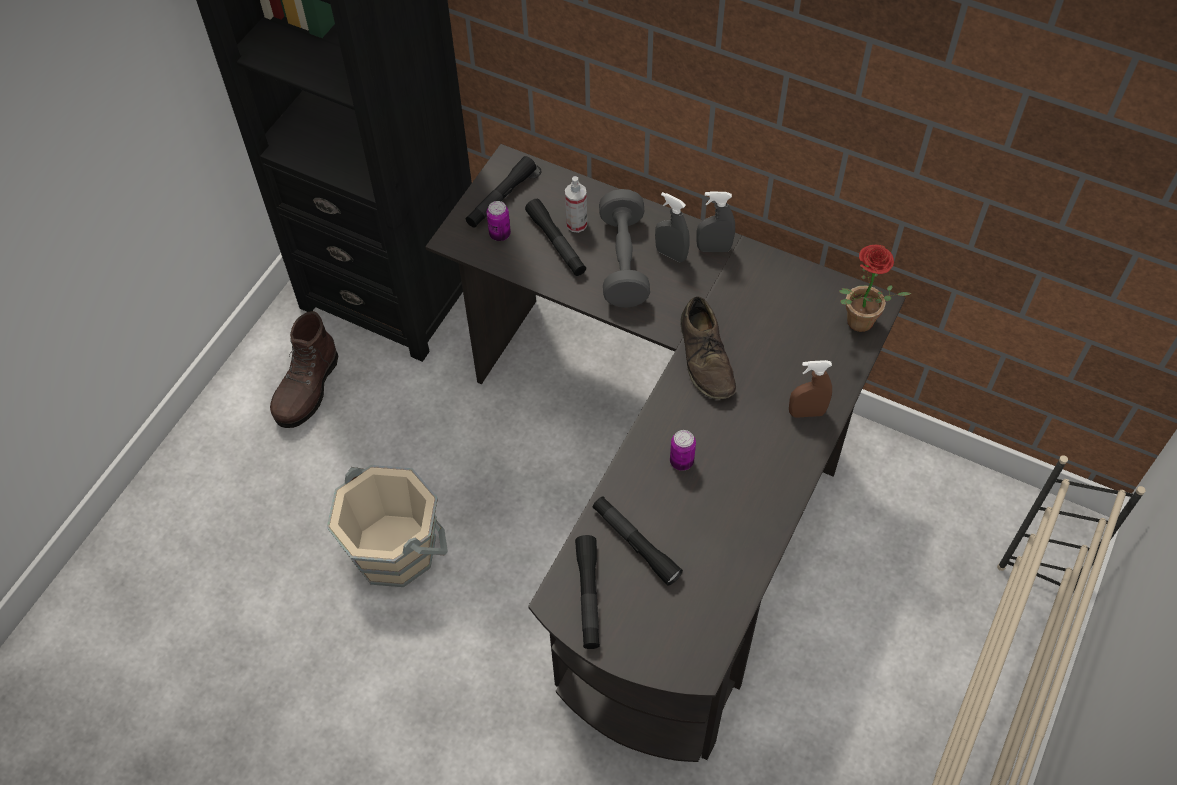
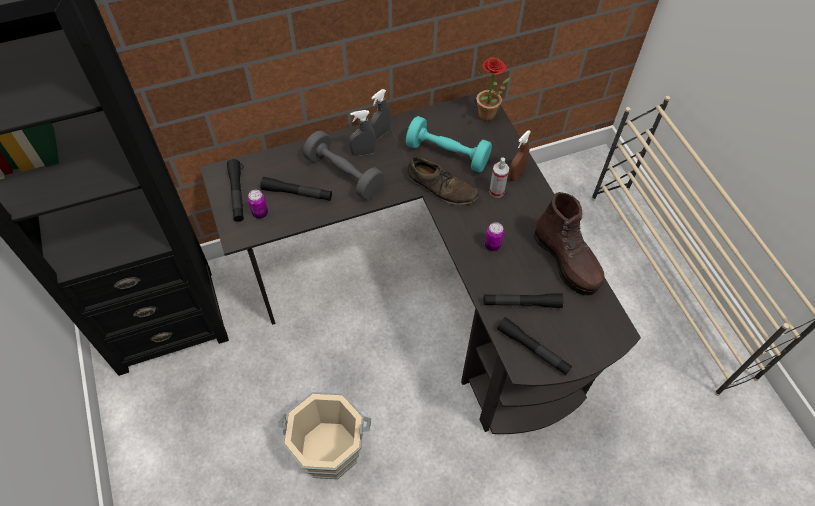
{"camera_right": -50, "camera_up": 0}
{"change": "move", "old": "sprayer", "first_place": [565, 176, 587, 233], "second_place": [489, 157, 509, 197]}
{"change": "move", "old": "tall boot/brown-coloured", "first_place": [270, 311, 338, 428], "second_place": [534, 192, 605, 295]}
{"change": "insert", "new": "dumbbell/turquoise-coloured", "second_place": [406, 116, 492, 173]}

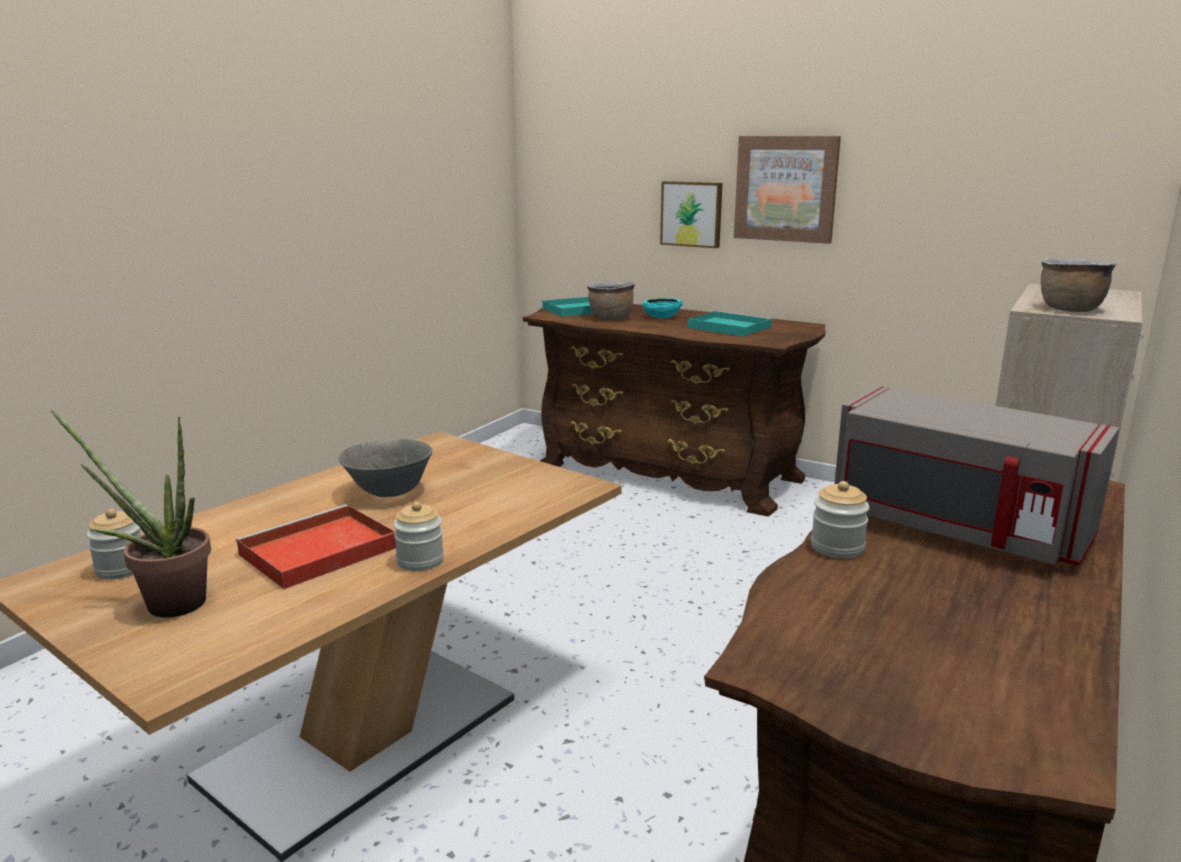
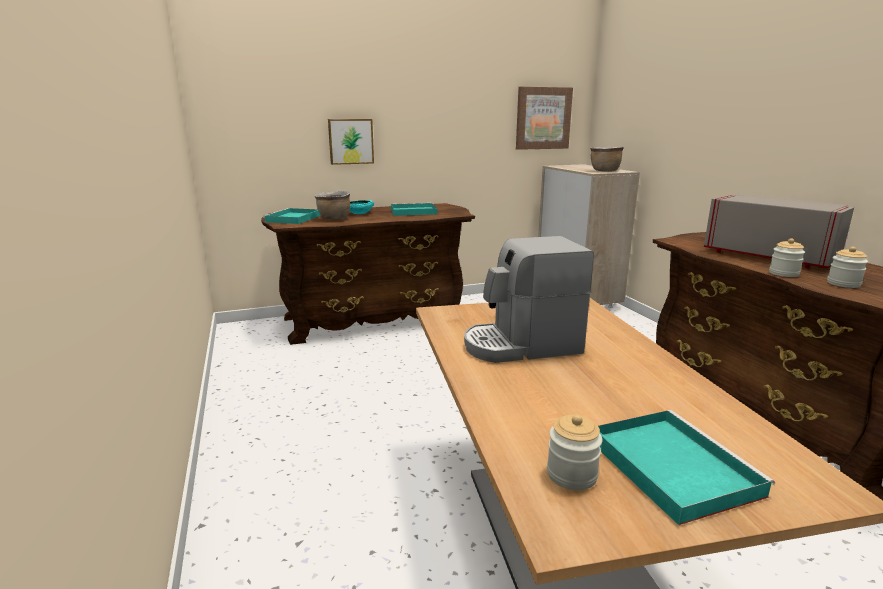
{"camera_right": -50, "camera_up": 0}
{"change": "move", "old": "wall picture", "first_place": [734, 136, 841, 244], "second_place": [516, 87, 573, 150]}
{"change": "rotate", "old": "microwave oven/gray", "first_place": [835, 385, 1119, 566], "second_place": [704, 195, 854, 269], "degrees": -120}
{"change": "replace", "old": "potted plant", "new": "tray/turquoise-coloured", "first_place": [51, 411, 211, 618], "second_place": [598, 410, 775, 525]}
{"change": "replace", "old": "deep dish/gray", "new": "coffee brewer", "first_place": [339, 439, 432, 497], "second_place": [464, 236, 594, 363]}
{"change": "move", "old": "preserve jar", "first_place": [393, 502, 444, 571], "second_place": [827, 247, 868, 288]}
{"change": "delete", "old": "tray/red", "first_place": [236, 504, 396, 589]}

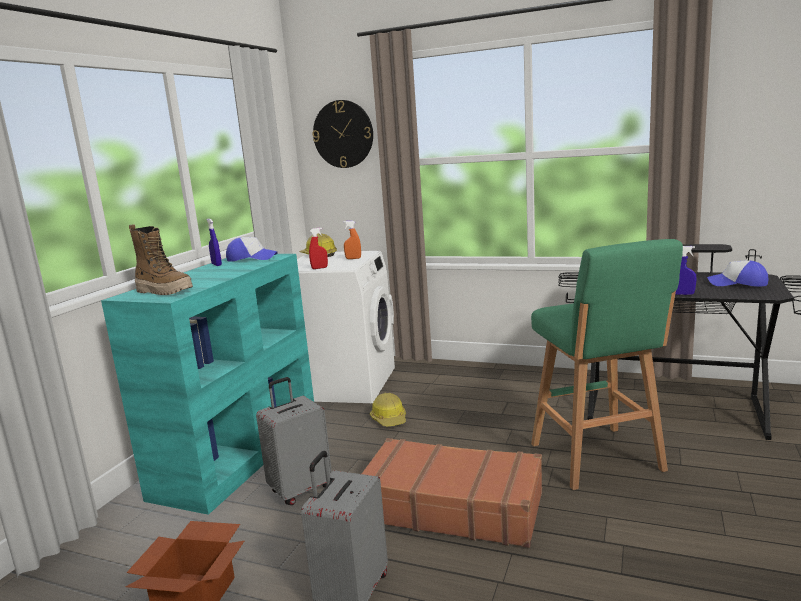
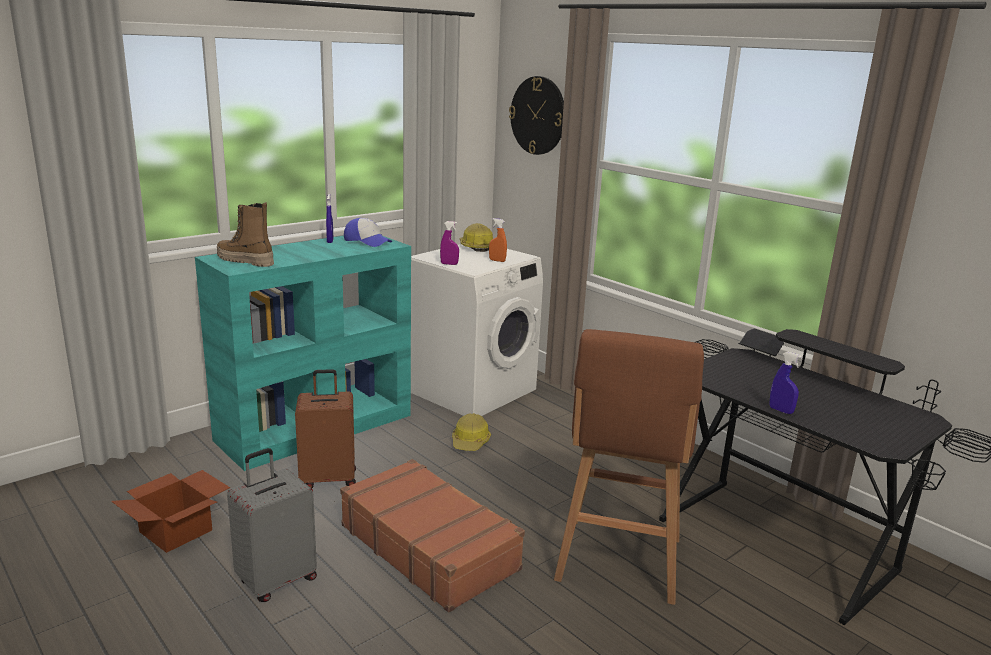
{"camera_right": 25, "camera_up": 5}
{"change": "rotate", "old": "tall boot", "first_place": [129, 224, 193, 295], "second_place": [217, 202, 274, 267], "degrees": 150}
{"change": "recolor", "old": "sprayer/red", "new": "sprayer/purplish", "first_place": [309, 228, 328, 269], "second_place": [440, 221, 459, 265]}
{"change": "recolor", "old": "stool/green", "new": "stool/brown-coloured", "first_place": [531, 239, 683, 490], "second_place": [554, 329, 704, 605]}
{"change": "delete", "old": "baseball cap", "first_place": [707, 260, 769, 287]}
{"change": "recolor", "old": "travel case/gray", "new": "travel case/brown-coloured", "first_place": [256, 377, 332, 505], "second_place": [295, 369, 356, 489]}

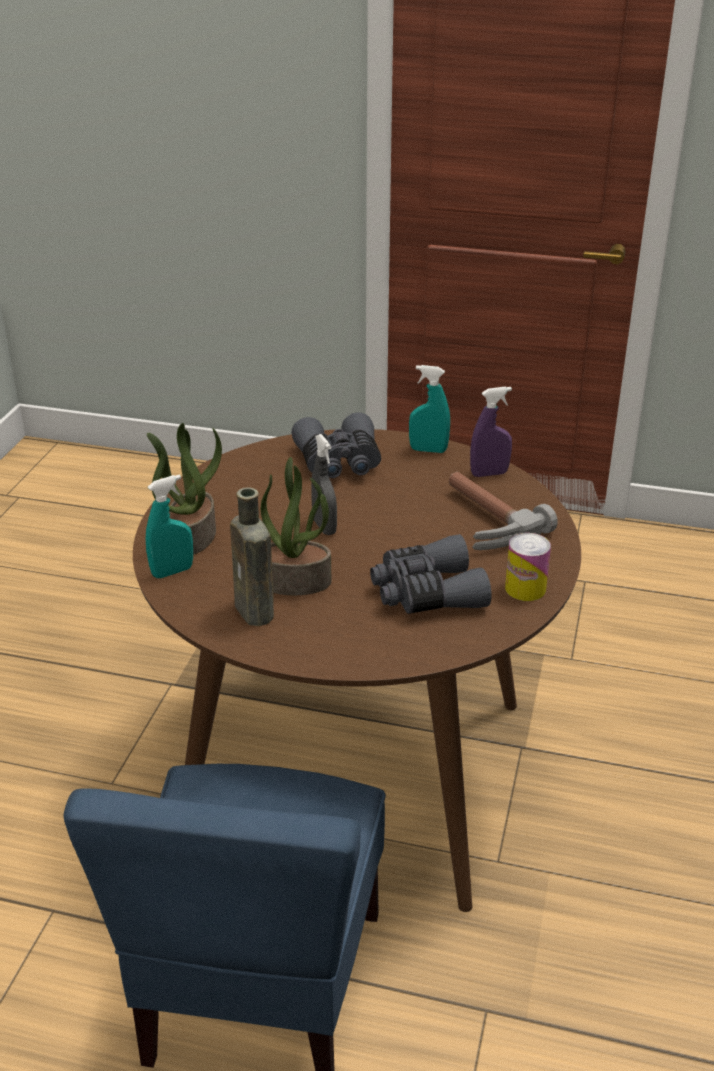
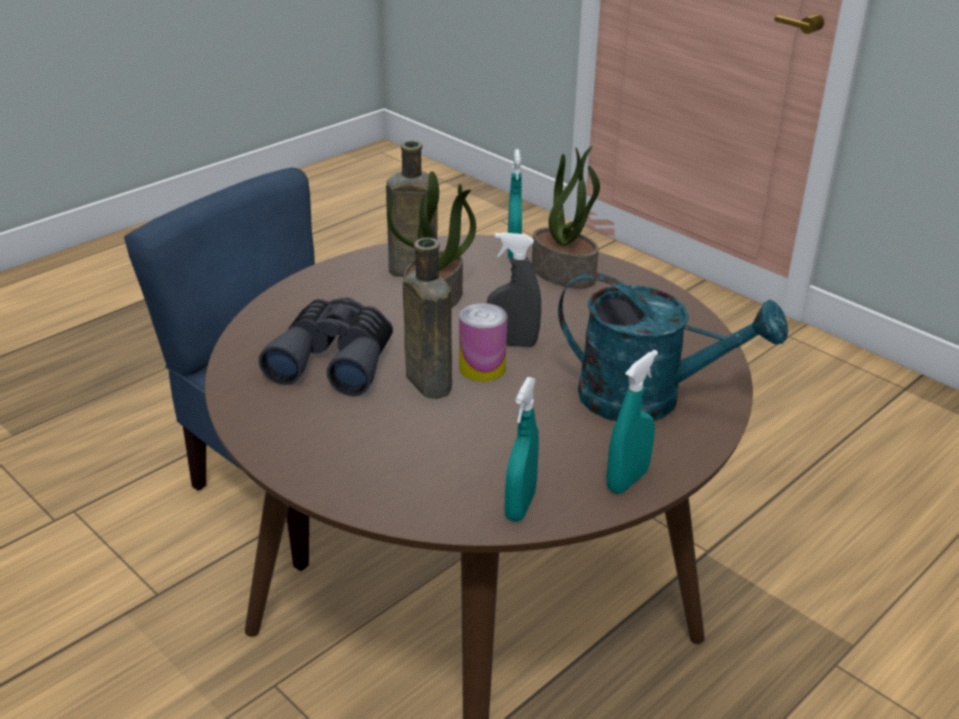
{"camera_right": 120, "camera_up": 0}
{"change": "recolor", "old": "sprayer/purplish", "new": "sprayer/turquoise-coloured", "first_place": [470, 386, 512, 477], "second_place": [505, 377, 539, 522]}
{"change": "replace", "old": "field glasses/gray", "new": "watering can/turquoise-coloured", "first_place": [291, 412, 381, 478], "second_place": [558, 272, 788, 421]}
{"change": "delete", "old": "hand hammer", "first_place": [449, 472, 558, 550]}
{"change": "move", "old": "metal can", "first_place": [505, 533, 551, 601], "second_place": [459, 303, 507, 382]}
{"change": "insert", "new": "beverage bottle/brown-coloured", "second_place": [403, 238, 452, 399]}

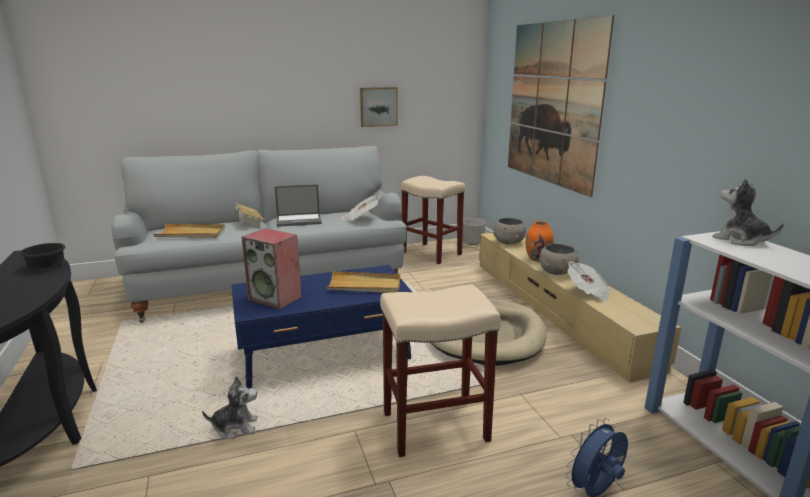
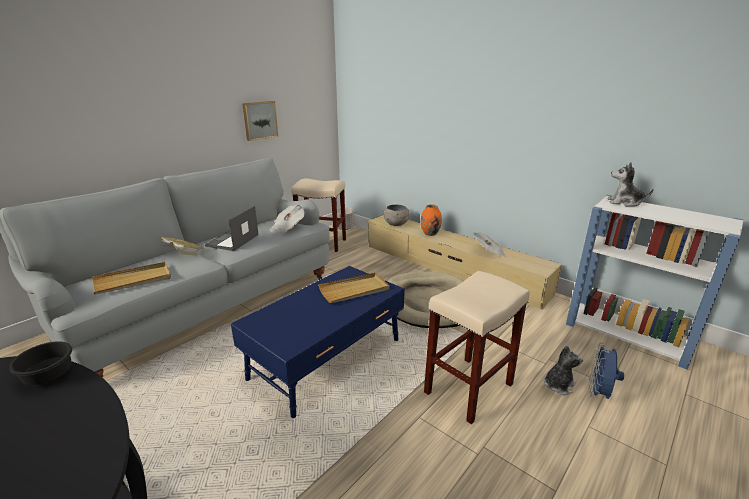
{"camera_right": -30, "camera_up": 5}
{"change": "delete", "old": "wall picture", "first_place": [508, 15, 614, 197]}
{"change": "rotate", "old": "notebook computer", "first_place": [275, 185, 322, 227], "second_place": [205, 206, 259, 251], "degrees": 150}
{"change": "delete", "old": "audio speaker", "first_place": [242, 228, 302, 309]}
{"change": "delete", "old": "deep dish/gray", "first_place": [539, 244, 578, 275]}
{"change": "move", "old": "soft toy", "first_place": [202, 376, 257, 439], "second_place": [543, 346, 583, 395]}

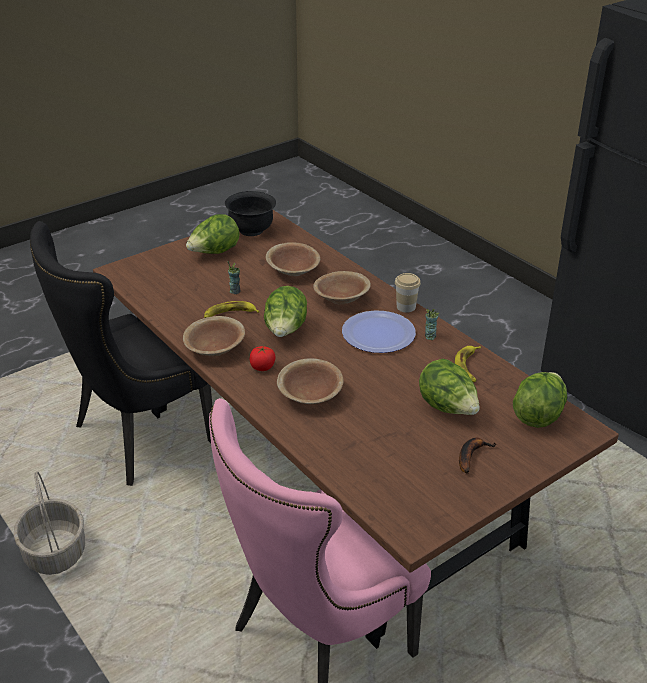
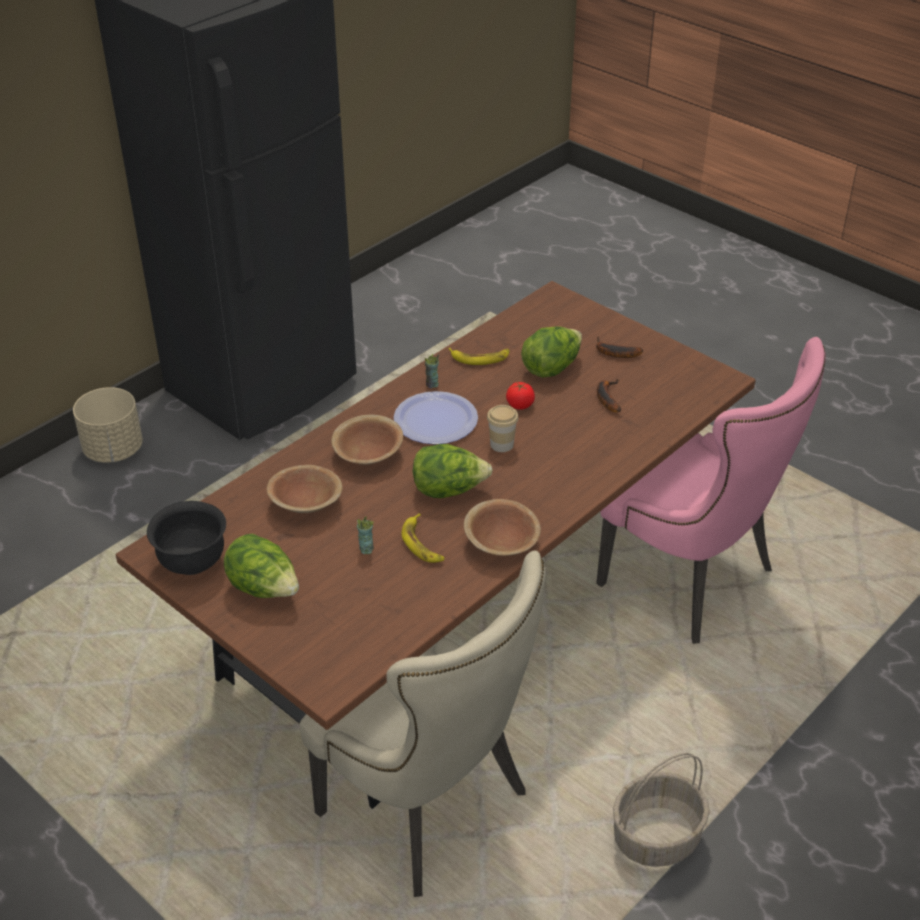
{"camera_right": -100, "camera_up": 5}
{"change": "recolor", "old": "upright chair/black-coloured", "new": "upright chair/beige-coloured", "first_place": [30, 221, 212, 486], "second_place": [300, 550, 546, 897]}
{"change": "move", "old": "cup", "first_place": [395, 273, 421, 313], "second_place": [487, 405, 518, 452]}
{"change": "move", "old": "tomato", "first_place": [250, 345, 276, 371], "second_place": [506, 382, 535, 410]}
{"change": "delete", "old": "deep dish/brown-coloured", "first_place": [277, 358, 343, 404]}
{"change": "delete", "old": "head of lettuce", "first_place": [513, 372, 567, 428]}
{"change": "insert", "new": "banana fruit", "second_place": [597, 379, 621, 412]}
{"change": "insert", "new": "planter/beige-coloured", "second_place": [73, 387, 143, 463]}

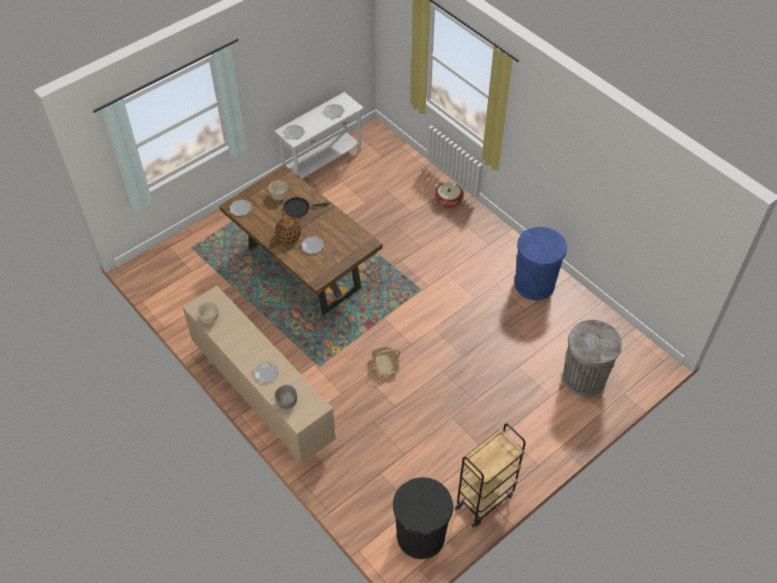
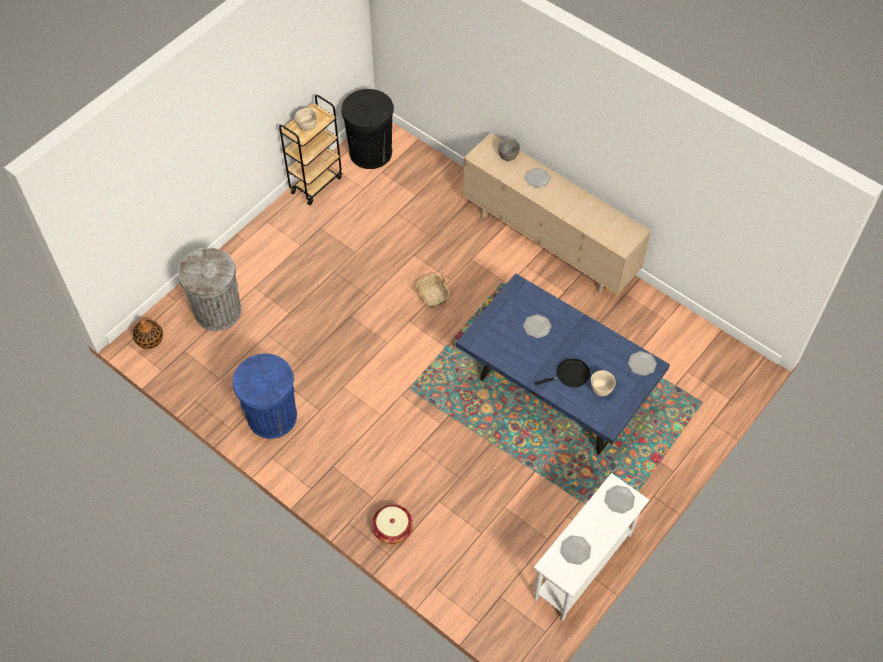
{"camera_right": 170, "camera_up": 5}
{"change": "recolor", "old": "kitchen table/brown-coloured", "new": "kitchen table/blue", "first_place": [219, 165, 383, 315], "second_place": [456, 273, 670, 455]}
{"change": "move", "old": "decorative vase", "first_place": [275, 216, 301, 243], "second_place": [133, 320, 163, 349]}
{"change": "move", "old": "deep dish/beige-coloured", "first_place": [197, 301, 219, 324], "second_place": [295, 108, 317, 131]}

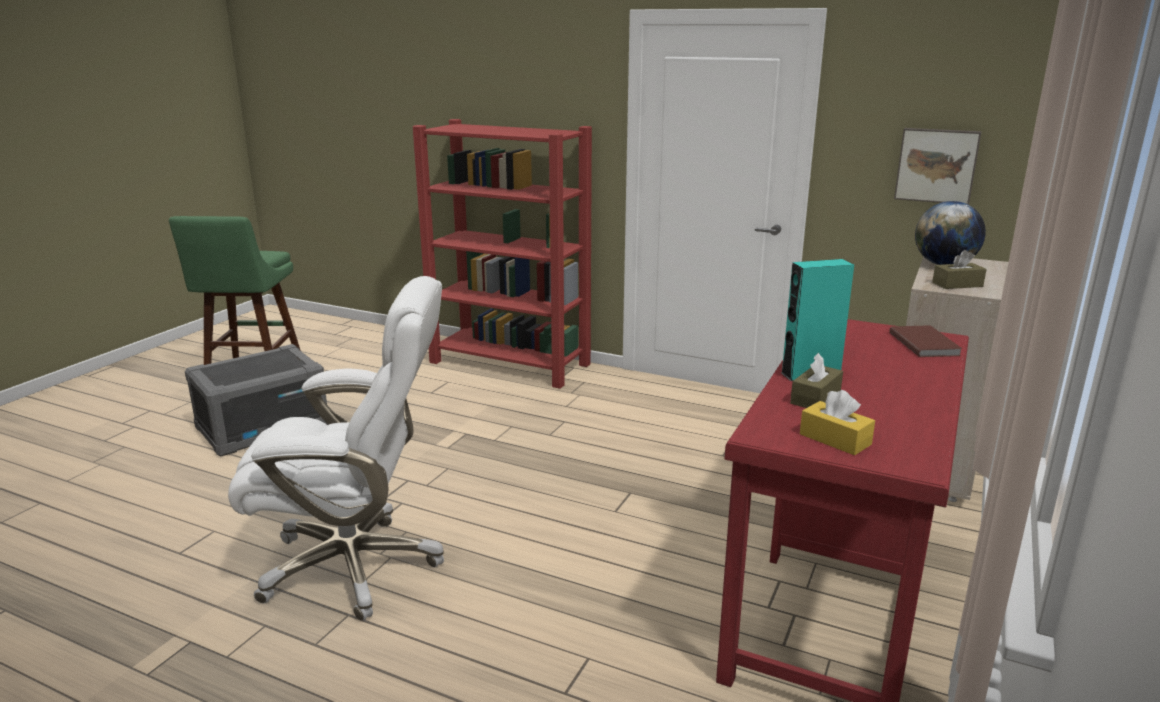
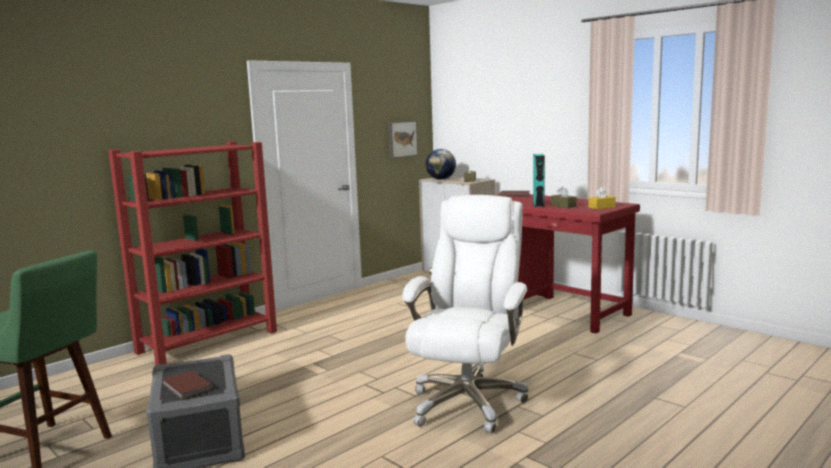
{"camera_right": -70, "camera_up": -10}
{"change": "insert", "new": "volume/brown-coloured", "second_place": [162, 370, 214, 400]}

